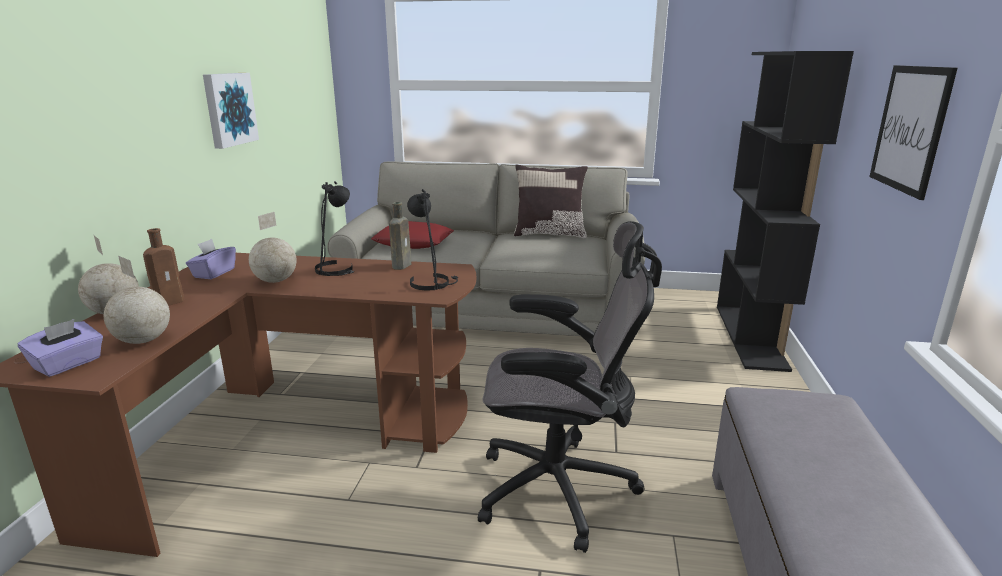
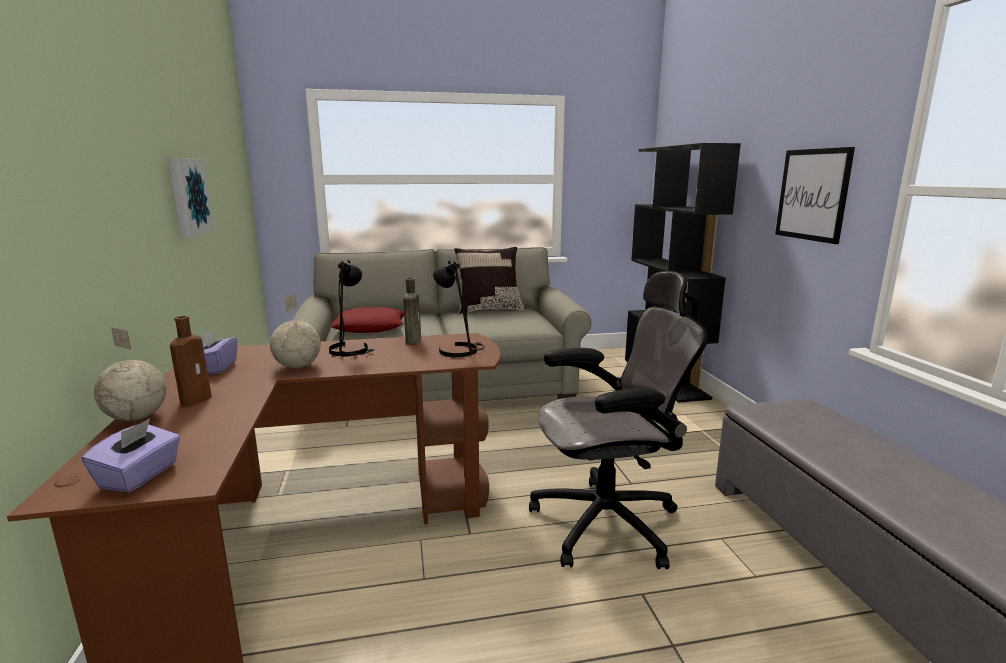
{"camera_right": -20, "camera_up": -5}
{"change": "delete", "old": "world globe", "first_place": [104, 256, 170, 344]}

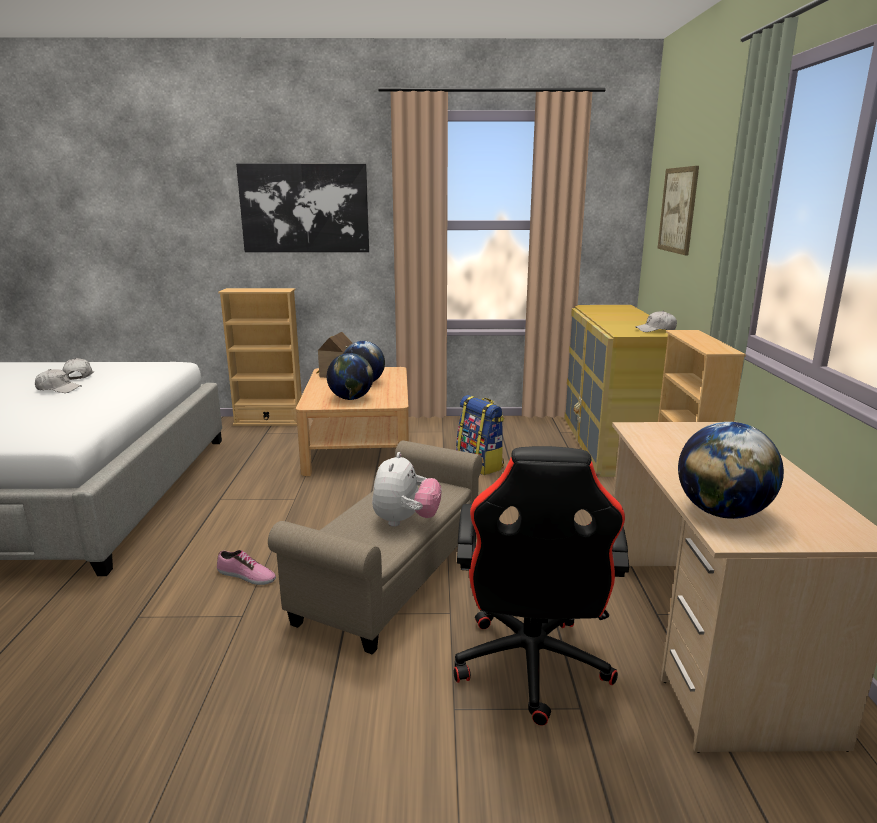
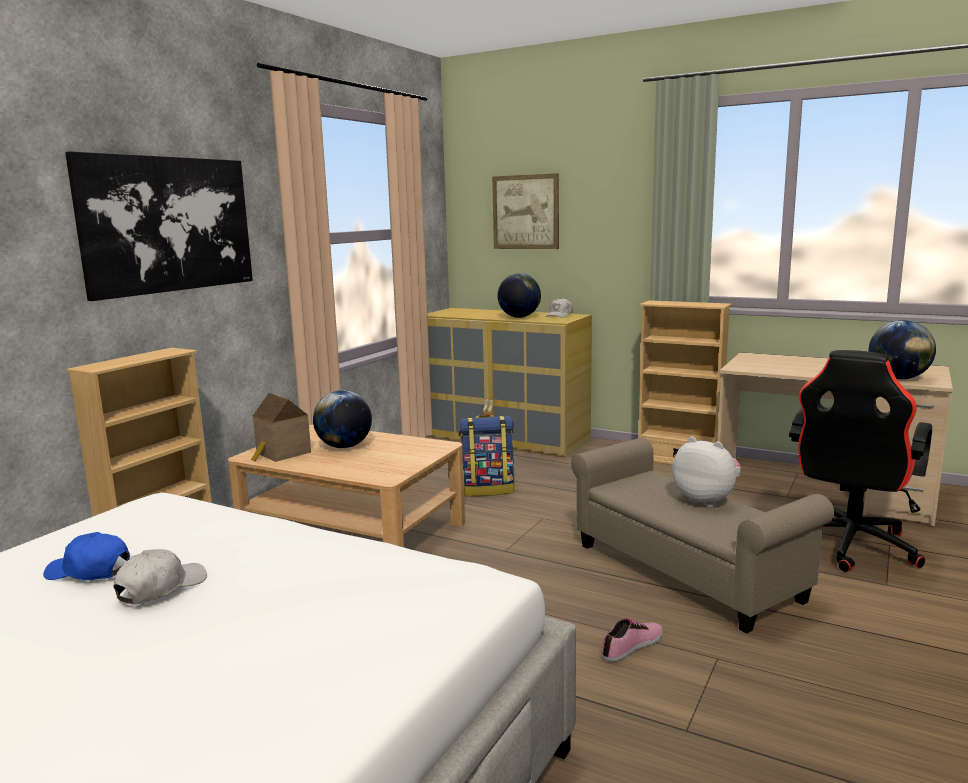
{"camera_right": -60, "camera_up": -5}
{"change": "move", "old": "world globe", "first_place": [327, 353, 373, 400], "second_place": [497, 273, 541, 318]}
{"change": "recolor", "old": "baseball cap/white", "new": "baseball cap/blue", "first_place": [63, 358, 94, 380], "second_place": [43, 532, 130, 580]}
{"change": "rotate", "old": "desk chair/black-coloured", "first_place": [453, 446, 629, 726], "second_place": [789, 350, 932, 572], "degrees": 90}

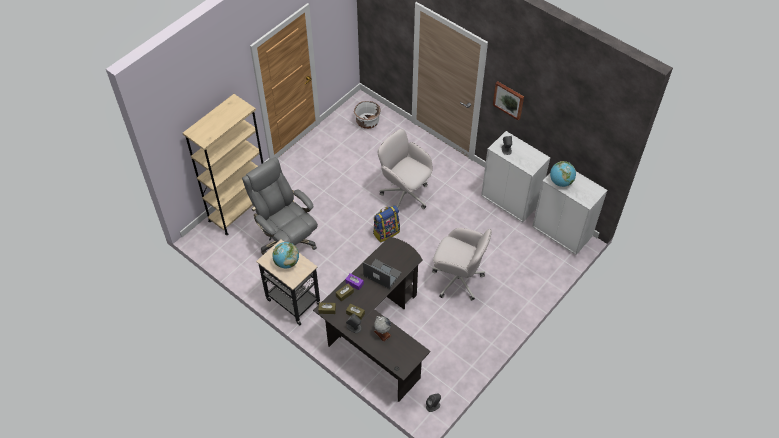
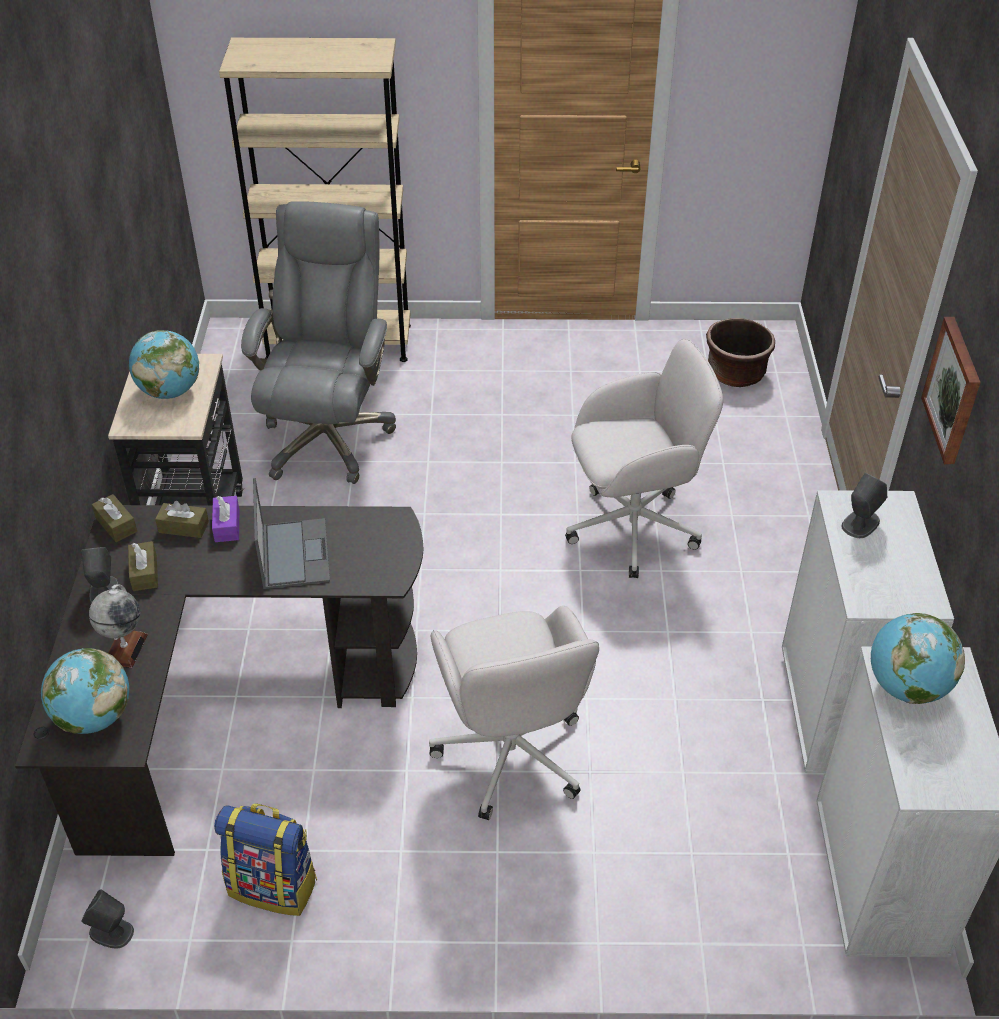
{"camera_right": 50, "camera_up": -10}
{"change": "recolor", "old": "planter/white", "new": "planter/brown-coloured", "first_place": [354, 101, 381, 129], "second_place": [706, 318, 775, 387]}
{"change": "rotate", "old": "desk chair/white", "first_place": [378, 129, 433, 209], "second_place": [565, 339, 723, 578], "degrees": 75}
{"change": "move", "old": "rucksack", "first_place": [373, 205, 400, 242], "second_place": [214, 804, 317, 916]}
{"change": "insert", "new": "world globe", "second_place": [41, 648, 129, 734]}

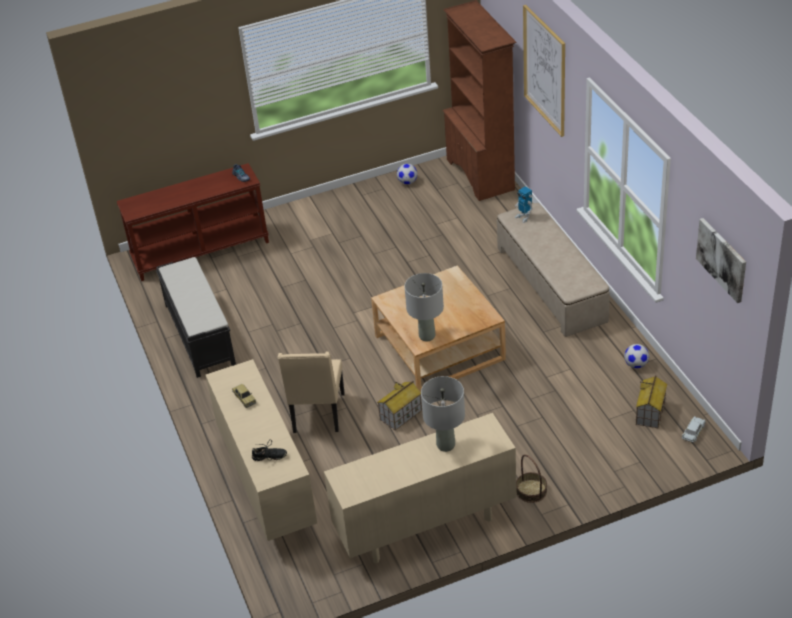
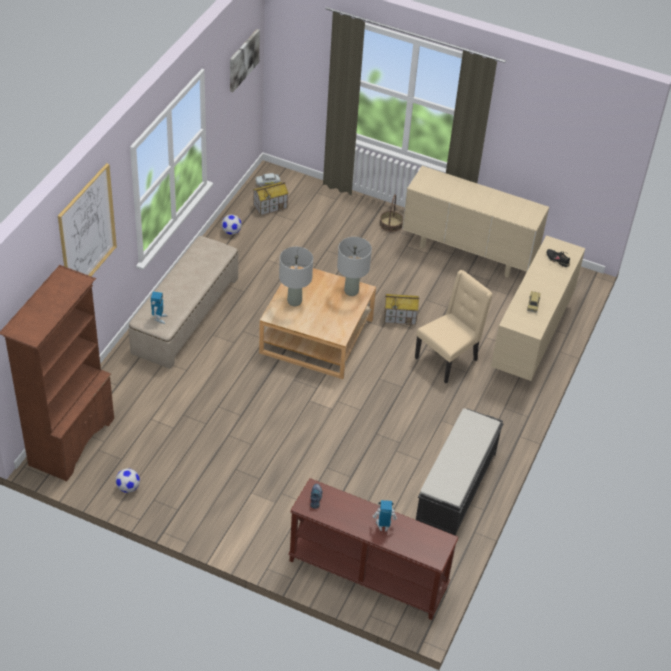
{"camera_right": -140, "camera_up": 5}
{"change": "move", "old": "lamp for a table/gray", "first_place": [421, 376, 465, 452], "second_place": [279, 247, 313, 306]}
{"change": "insert", "new": "model robot", "second_place": [373, 500, 397, 531]}

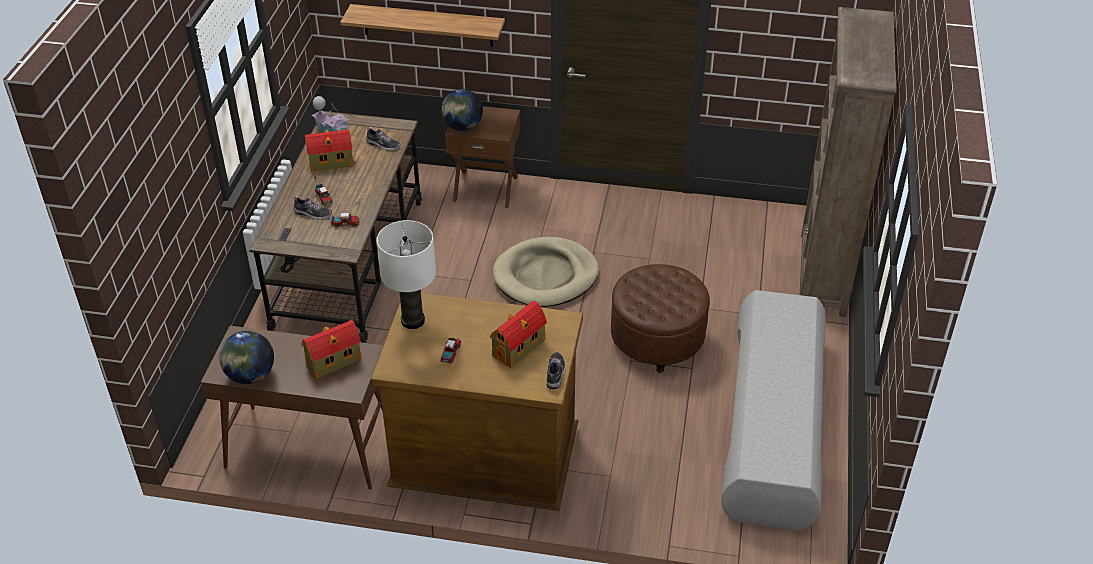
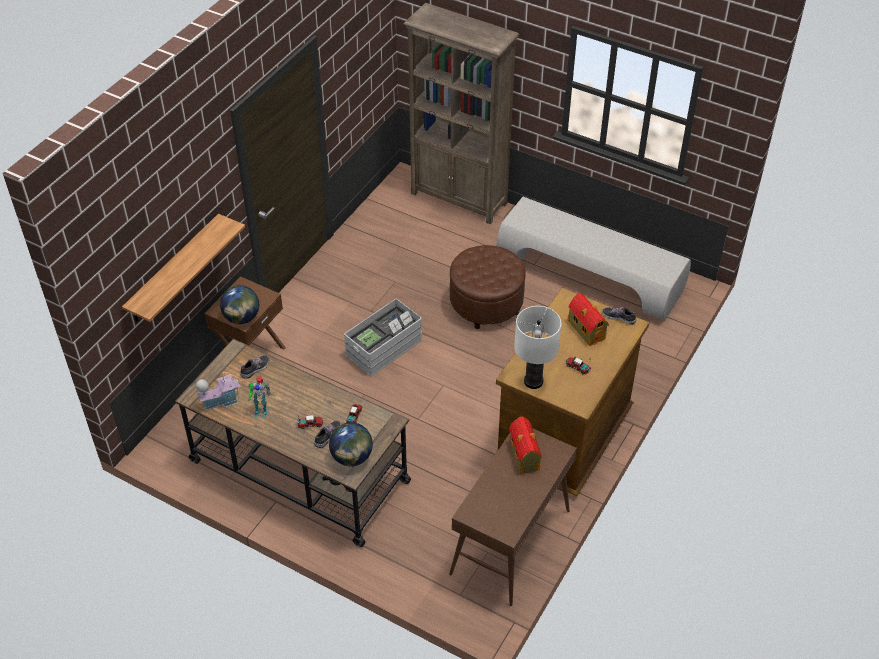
{"camera_right": -70, "camera_up": 5}
{"change": "replace", "old": "miniature house", "new": "model robot", "first_place": [305, 130, 353, 172], "second_place": [248, 376, 270, 419]}
{"change": "replace", "old": "dog cushion/beige-coloured", "new": "storage box/gray", "first_place": [493, 237, 599, 307], "second_place": [344, 299, 422, 376]}
{"change": "move", "old": "world globe", "first_place": [219, 331, 274, 384], "second_place": [329, 422, 373, 466]}

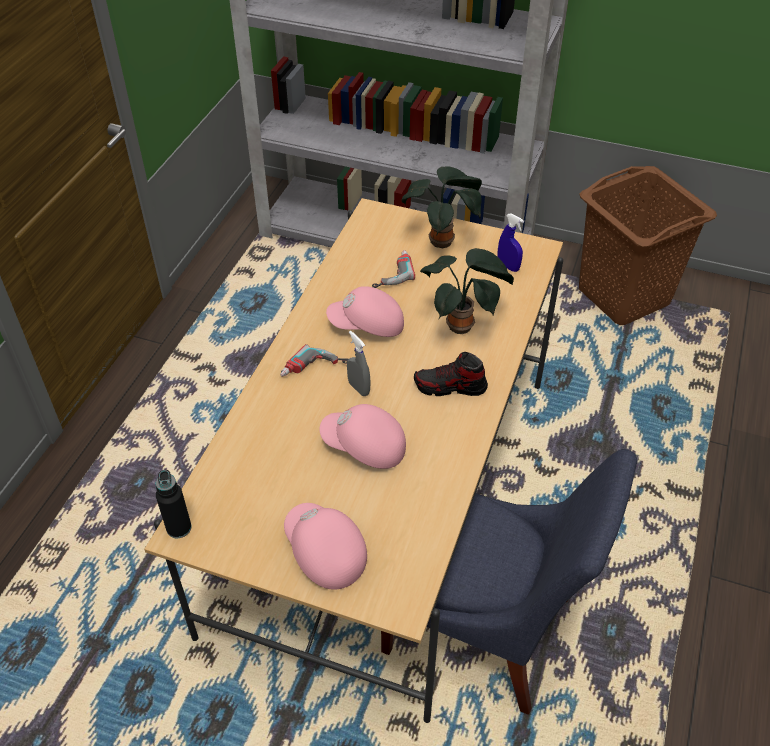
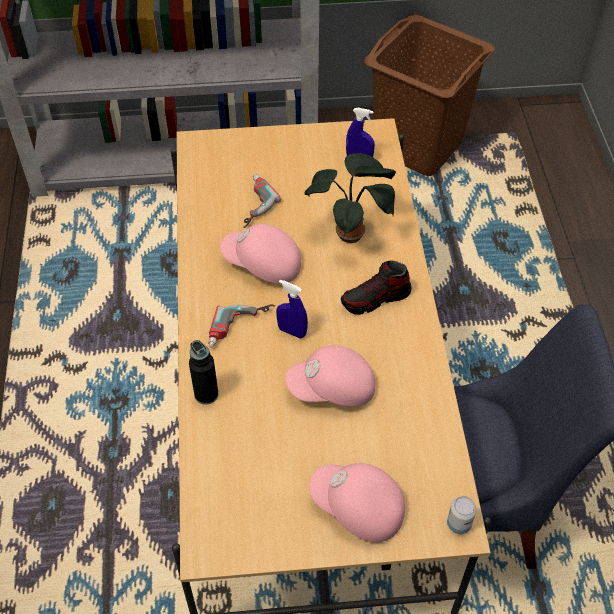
{"camera_right": -25, "camera_up": 5}
{"change": "delete", "old": "potted plant", "first_place": [401, 166, 482, 248]}
{"change": "rotate", "old": "baseball cap/pinkish", "first_place": [326, 286, 404, 337], "second_place": [220, 224, 301, 284], "degrees": 45}
{"change": "recolor", "old": "sprayer/gray", "new": "sprayer/blue", "first_place": [347, 331, 370, 396], "second_place": [276, 280, 308, 338]}
{"change": "move", "old": "beverage bottle/black-coloured", "first_place": [155, 470, 192, 538], "second_place": [189, 340, 218, 405]}
{"change": "insert", "new": "metal can", "second_place": [447, 496, 476, 534]}

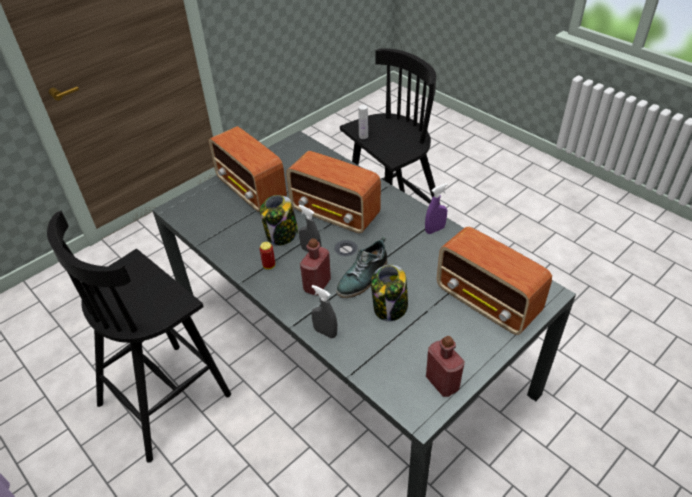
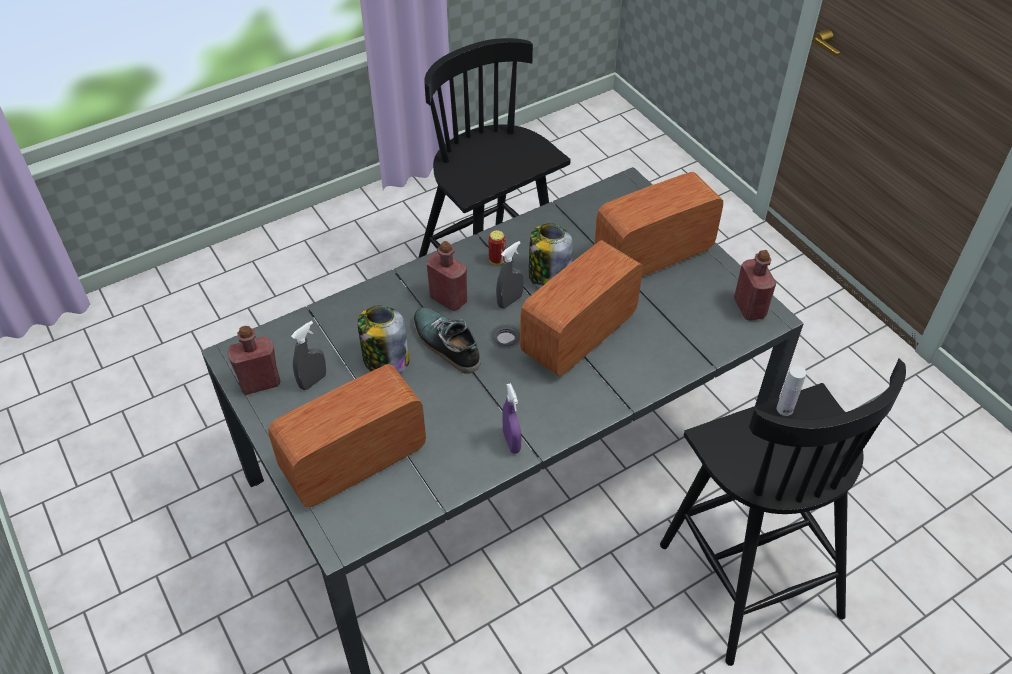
{"camera_right": 100, "camera_up": 5}
{"change": "move", "old": "sprayer/gray", "first_place": [311, 285, 337, 339], "second_place": [291, 321, 326, 390]}
{"change": "insert", "new": "beverage bottle/red", "second_place": [734, 250, 776, 320]}

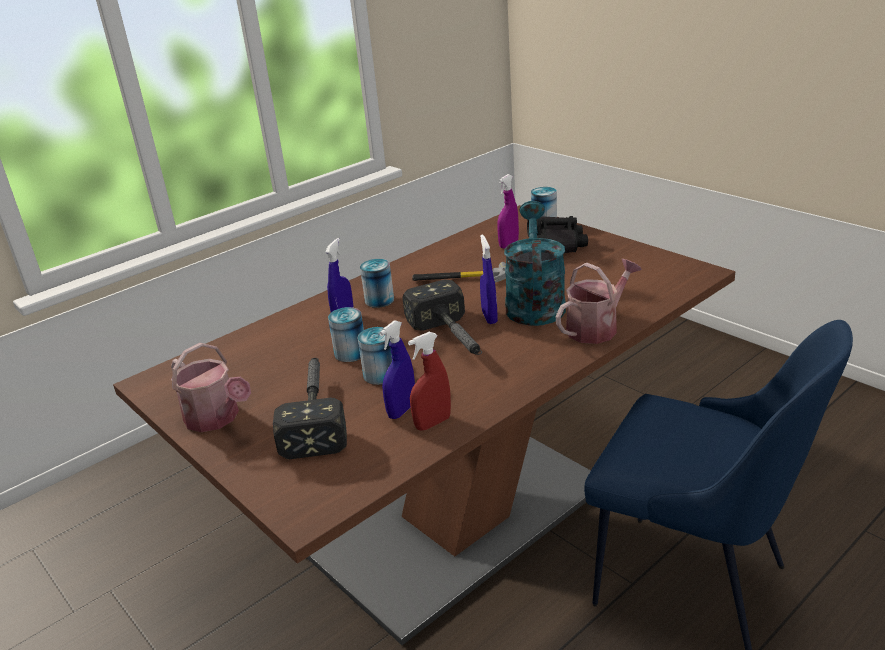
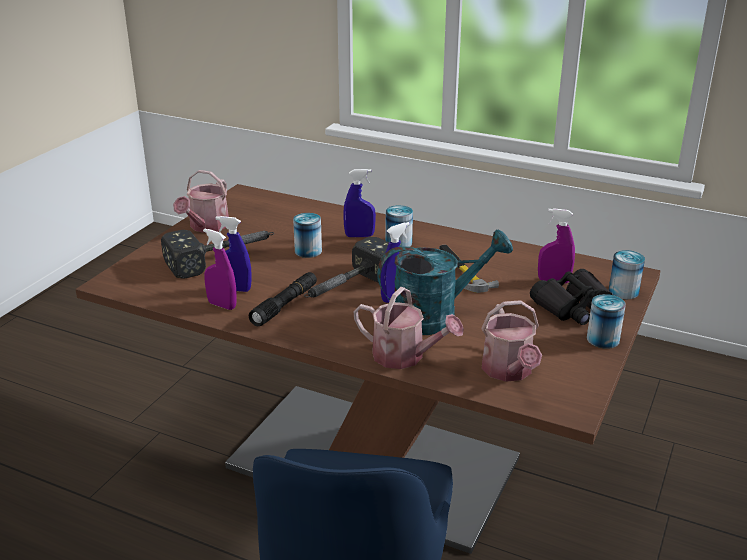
{"camera_right": 65, "camera_up": 0}
{"change": "move", "old": "metal can", "first_place": [358, 327, 392, 385], "second_place": [587, 294, 626, 349]}
{"change": "recolor", "old": "sprayer/red", "new": "sprayer/purplish", "first_place": [408, 332, 451, 431], "second_place": [203, 228, 237, 310]}
{"change": "insert", "new": "torch/black-coloured", "second_place": [249, 272, 317, 327]}
{"change": "insert", "new": "watering can", "second_place": [481, 300, 542, 382]}

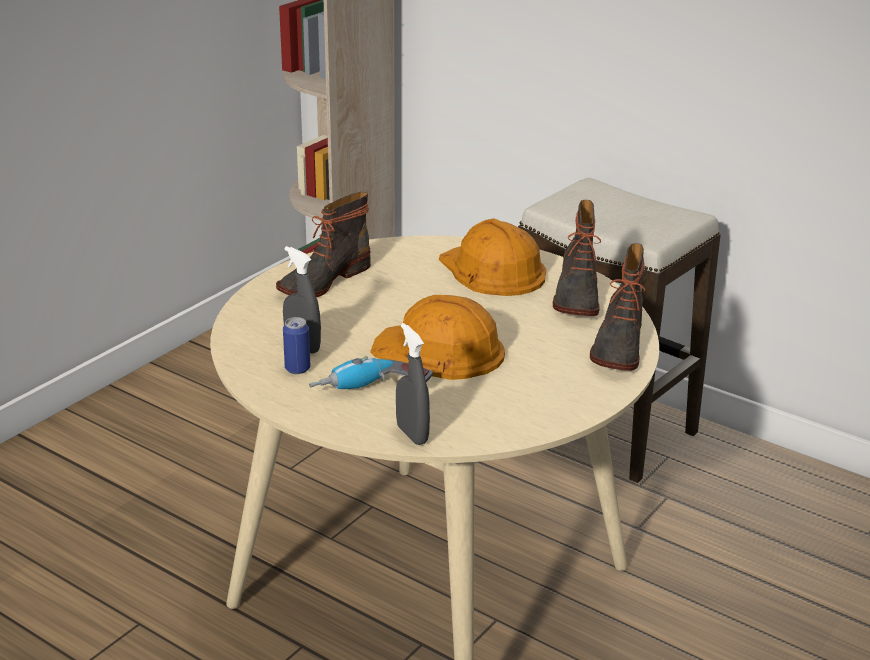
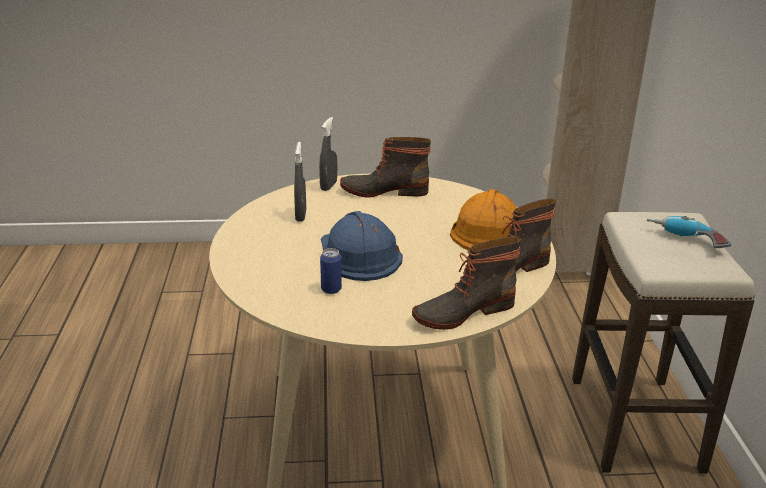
{"camera_right": 50, "camera_up": 0}
{"change": "recolor", "old": "hard hat/orangey", "new": "hard hat/blue", "first_place": [370, 295, 505, 380], "second_place": [321, 211, 403, 281]}
{"change": "move", "old": "metal can", "first_place": [283, 317, 310, 374], "second_place": [320, 248, 342, 294]}
{"change": "move", "old": "sprayer/gray", "first_place": [396, 323, 430, 445], "second_place": [319, 117, 337, 191]}
{"change": "move", "old": "drill", "first_place": [309, 356, 433, 389], "second_place": [647, 216, 732, 248]}

